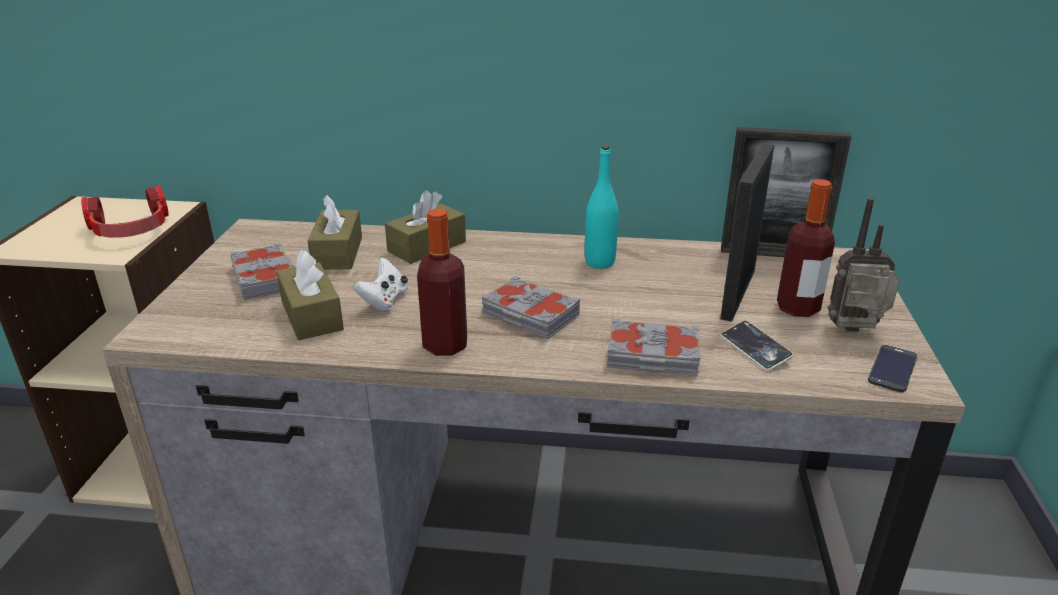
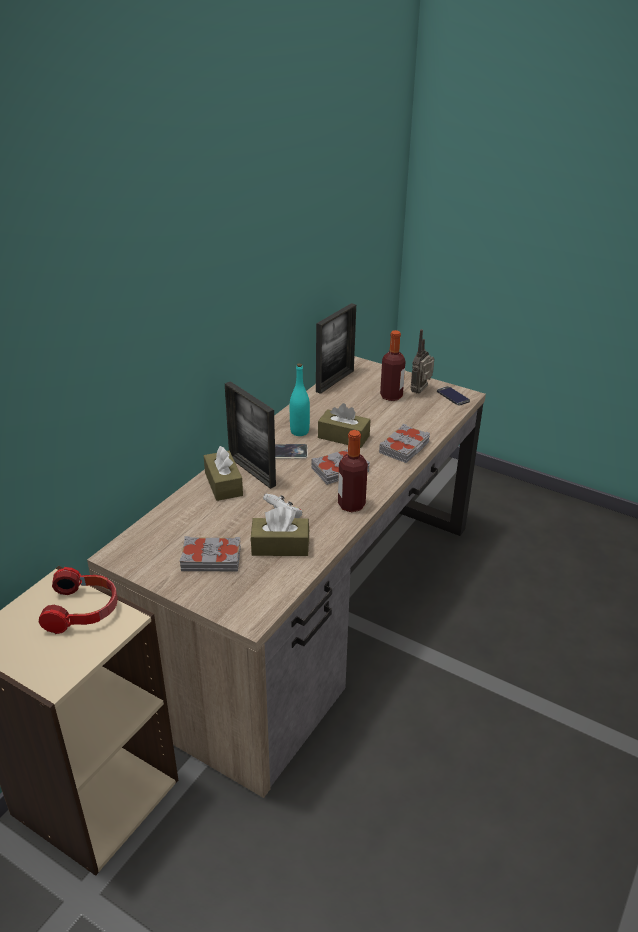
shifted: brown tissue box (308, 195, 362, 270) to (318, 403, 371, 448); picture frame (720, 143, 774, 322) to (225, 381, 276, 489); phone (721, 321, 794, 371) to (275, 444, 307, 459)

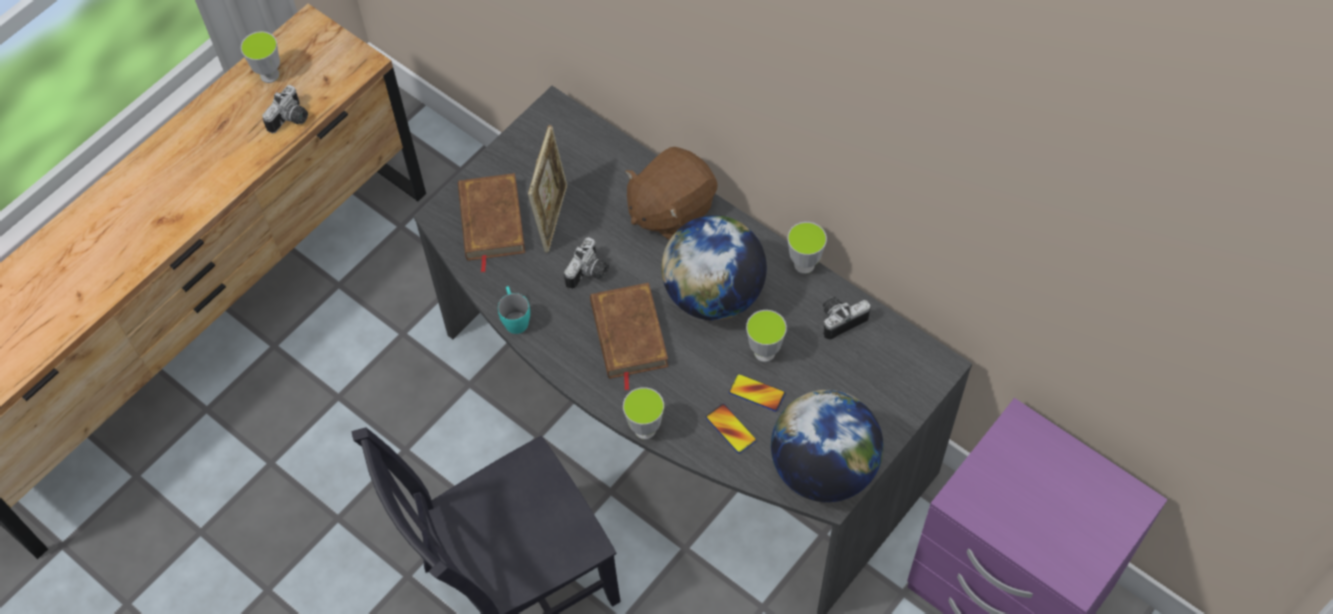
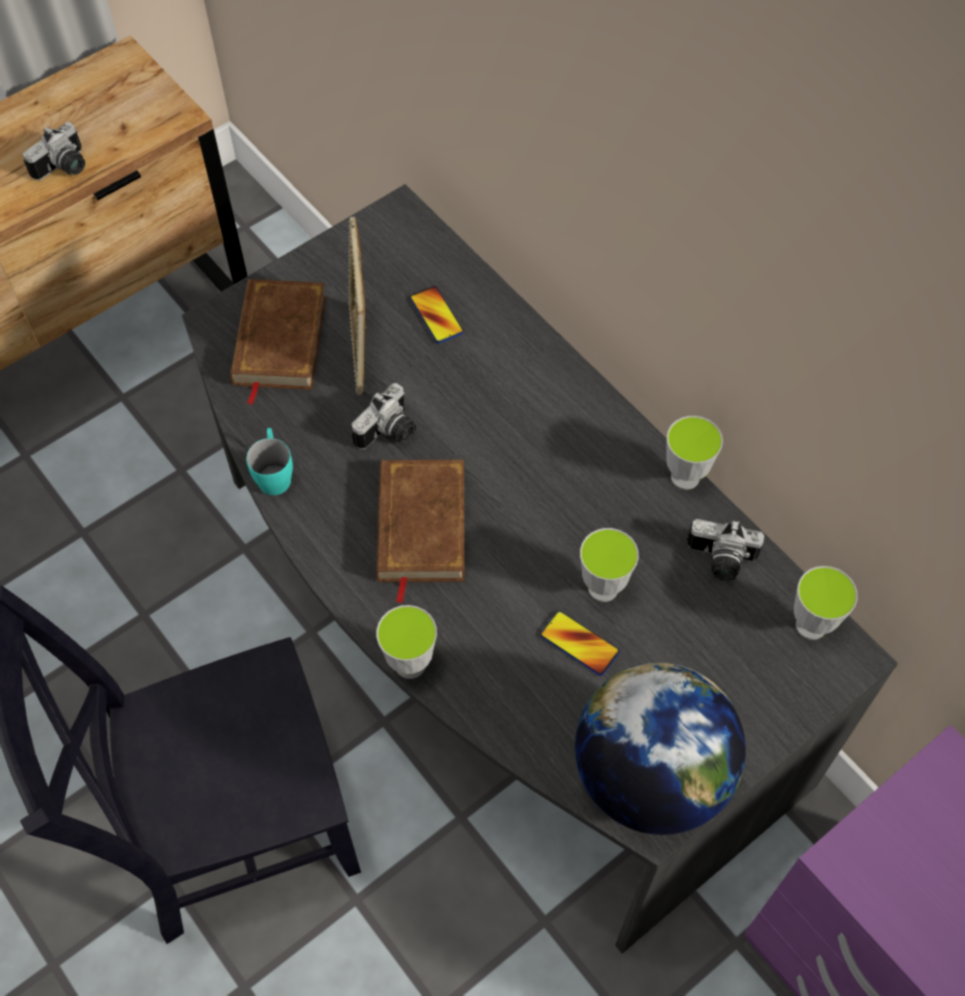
gone: brown plush toy (625, 147, 718, 240); globe (661, 215, 767, 321)
shifted: cup (241, 31, 280, 83) to (794, 566, 858, 640); phone (706, 404, 757, 454) to (410, 286, 464, 343)
rotated: picture frame (528, 125, 567, 253) = (348, 217, 366, 395) 150 degrees clockwise; photo camera (823, 297, 871, 340) = (687, 519, 764, 581) 150 degrees counterclockwise

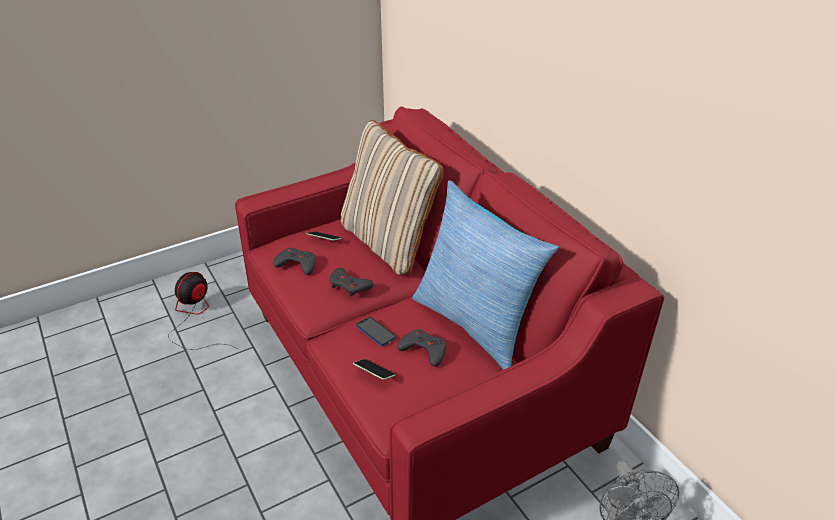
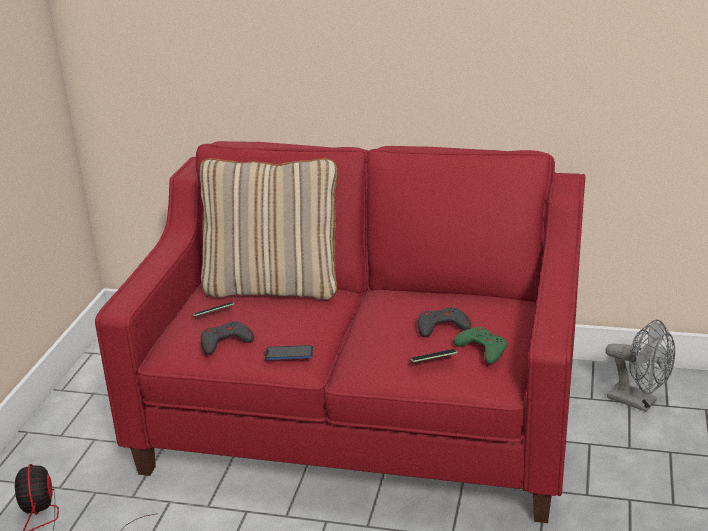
gone: grey game controller (329, 268, 374, 296); pillow (412, 180, 559, 370)
new: green game controller (453, 326, 507, 364)
shifted: phone (356, 317, 396, 346) to (265, 345, 313, 360)

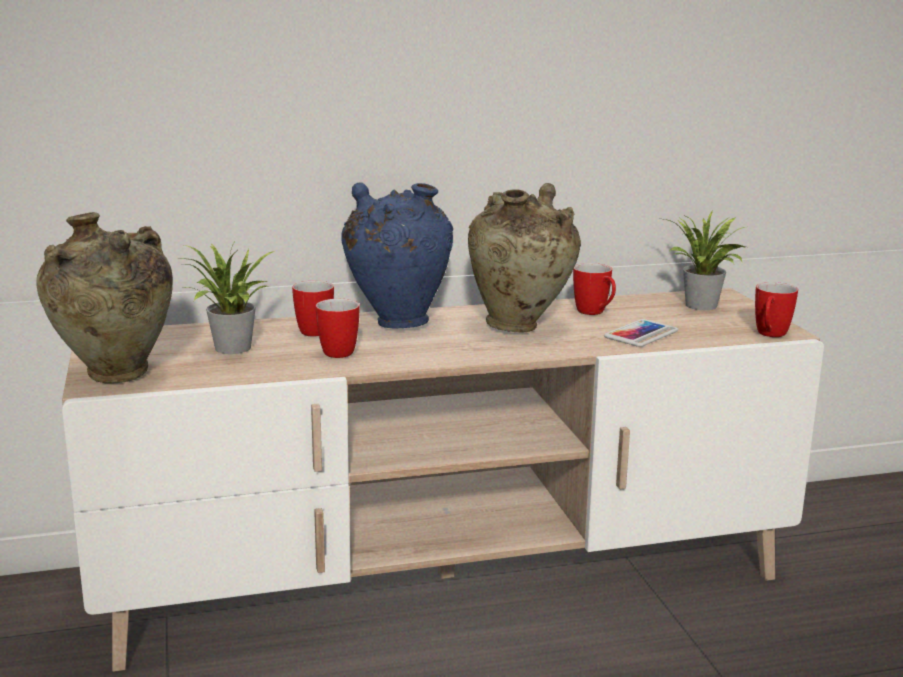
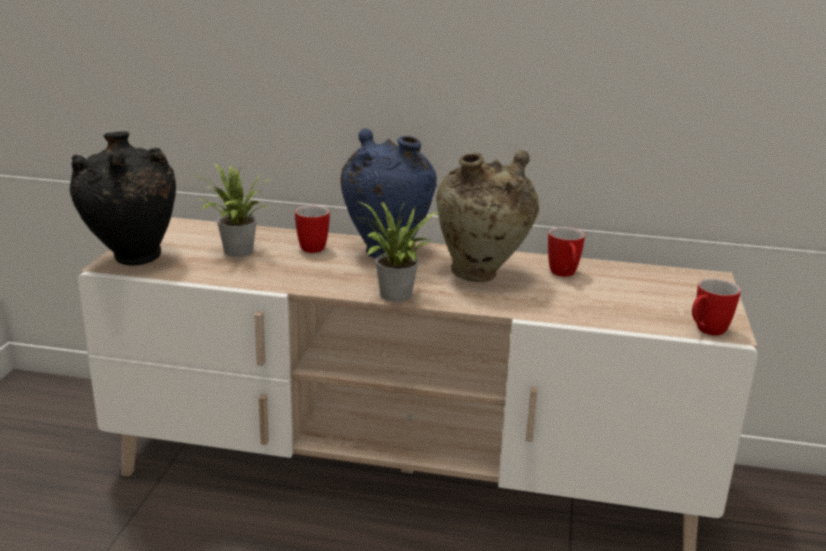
gone: mug (316, 299, 360, 358); phone (604, 319, 678, 347)
shifted: potted plant (658, 209, 746, 310) to (354, 202, 439, 302)
repainted: beige vase (36, 212, 173, 383) to black vase (70, 131, 176, 265)

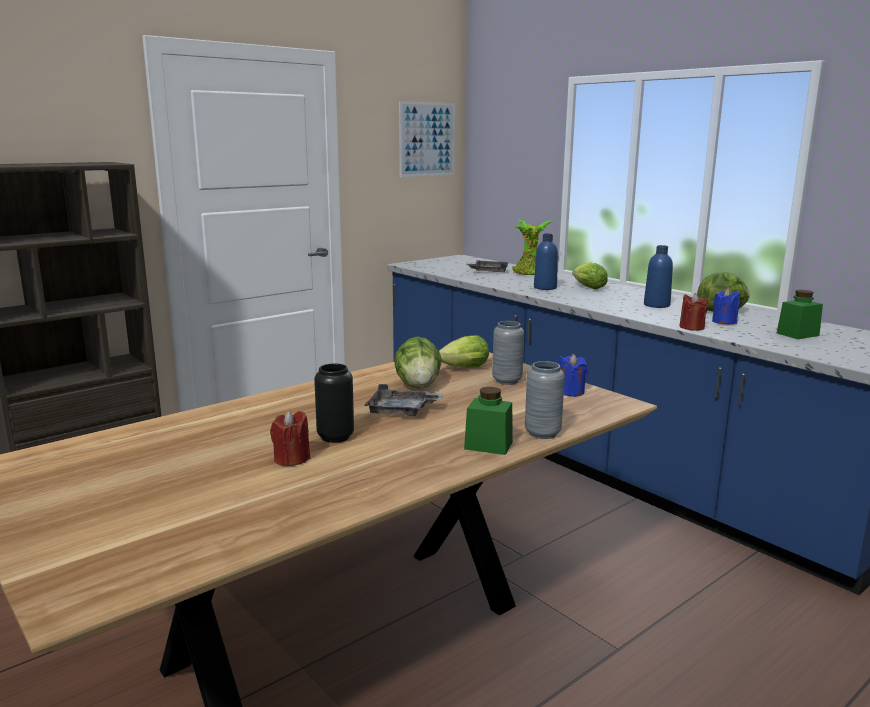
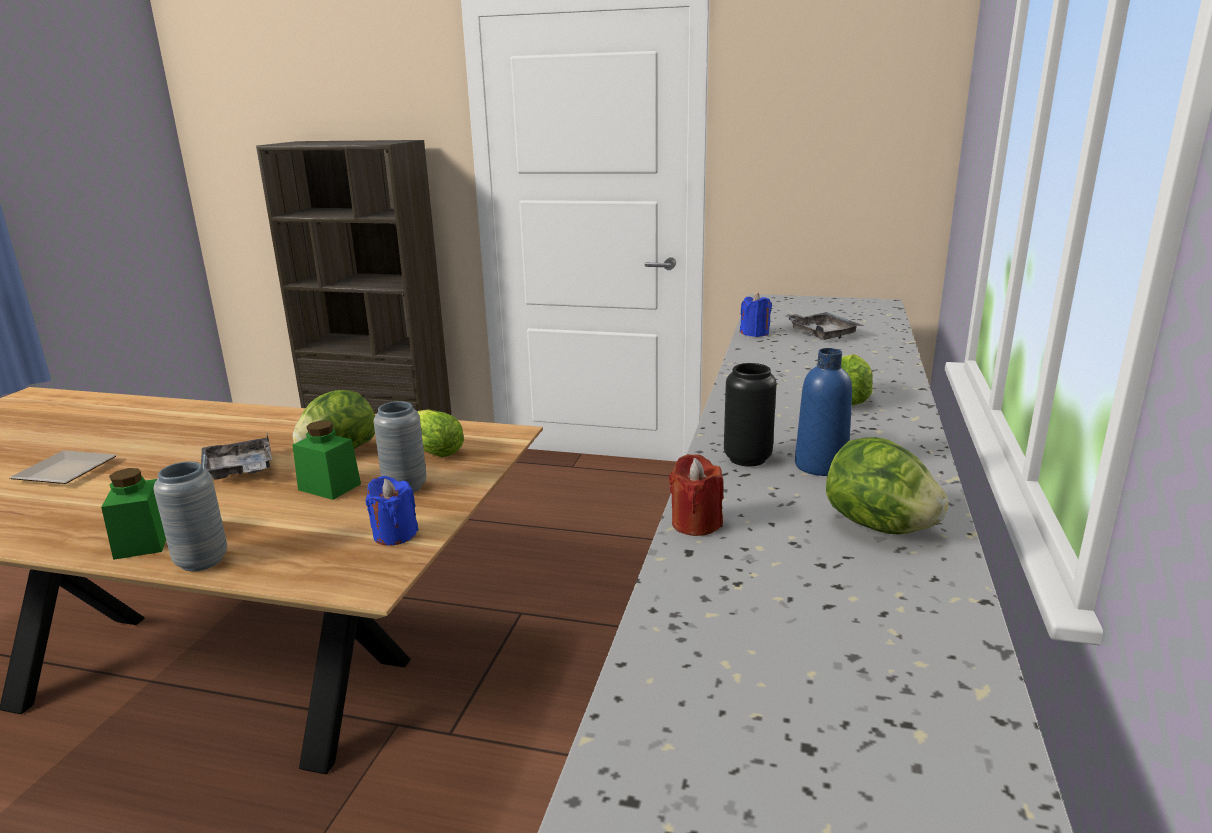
gone: picture (399, 101, 455, 177); potted plant (512, 220, 553, 275); blue bottle (534, 234, 558, 290)
shifted: black vase (314, 364, 354, 443) to (724, 363, 777, 466); blue candle (712, 288, 740, 324) to (740, 293, 772, 337); green jar (777, 290, 823, 339) to (292, 421, 361, 500)
swapped: red candle (270, 411, 310, 467) to plate (9, 450, 117, 484)

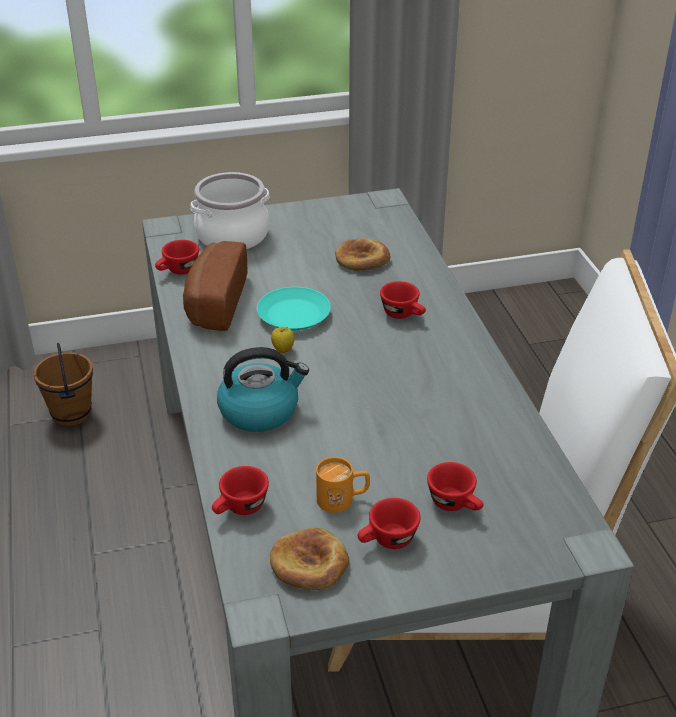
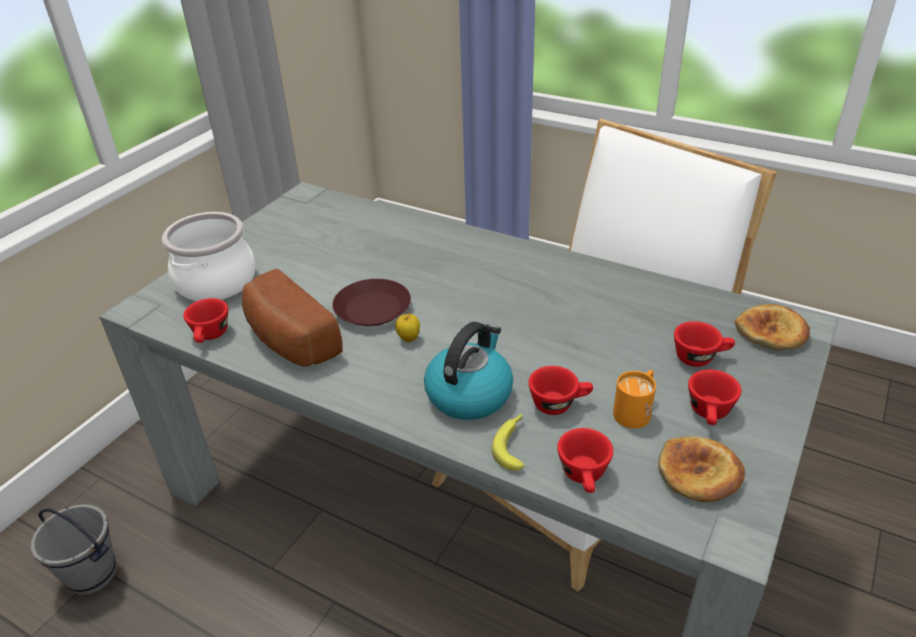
new: banana (492, 413, 525, 471)
shifted: bread (335, 238, 390, 271) to (735, 304, 810, 350); red cup (380, 281, 426, 319) to (528, 366, 593, 415)
repainted: brown bucket (33, 343, 93, 426) to grey bucket (31, 504, 116, 595); turquoise plate (257, 287, 331, 331) to brown plate (332, 279, 411, 326)

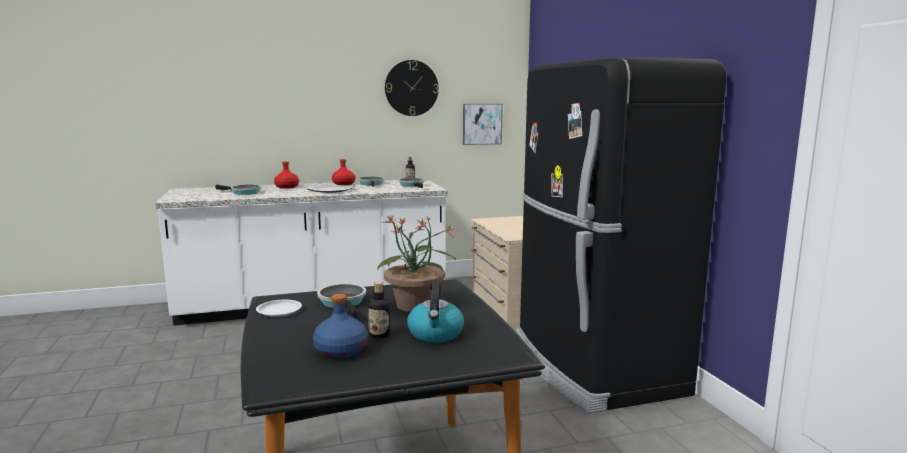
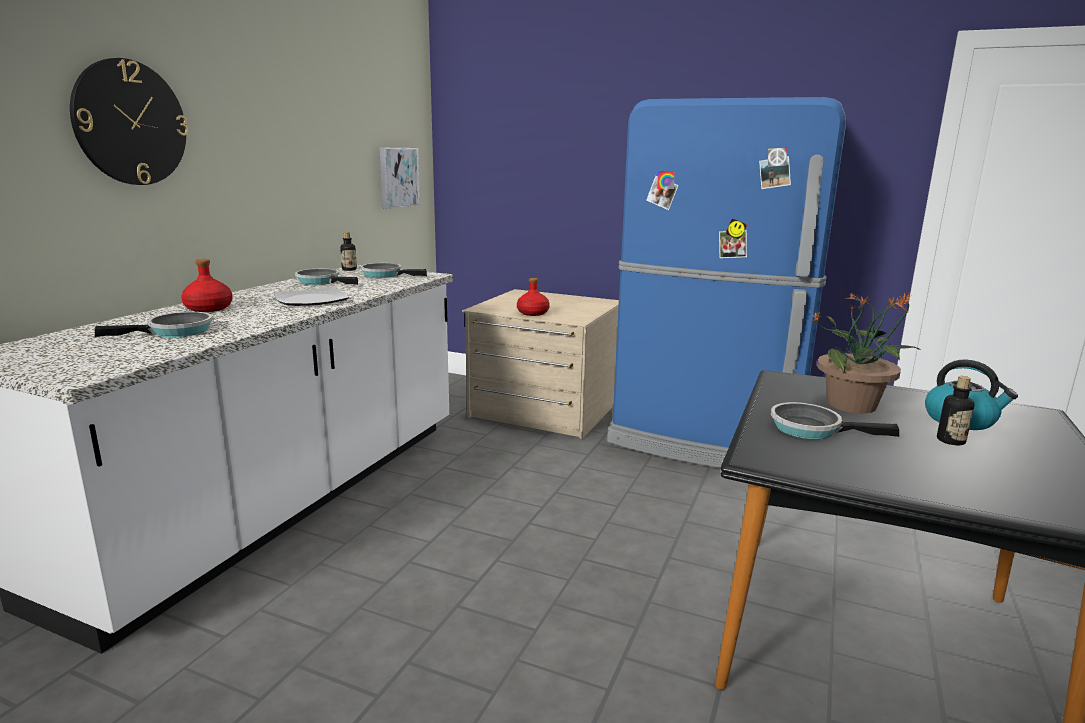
gone: white plate (256, 300, 302, 317); blue bottle (313, 293, 368, 358)
shifted: red bottle (332, 159, 355, 185) to (517, 278, 550, 316); wall clock (385, 60, 439, 116) to (70, 58, 188, 185)
repainted: black fridge (516, 57, 726, 413) to blue fridge (607, 97, 846, 468)

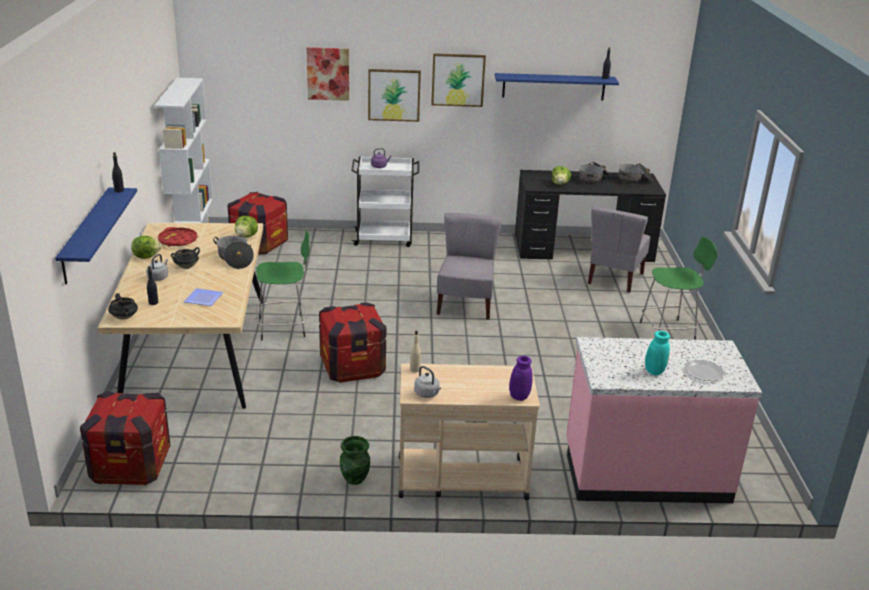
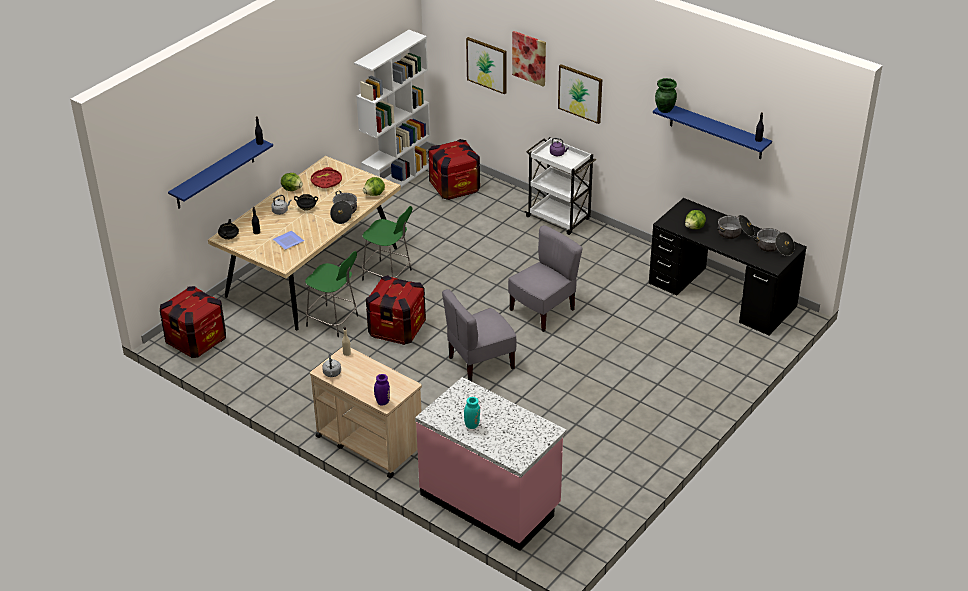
gone: plate (684, 360, 725, 381)
shifted: green vase (340, 436, 370, 485) to (655, 78, 677, 113); picture (431, 53, 486, 107) to (466, 37, 507, 94); grey chair (588, 207, 650, 293) to (442, 289, 517, 382); green stool (640, 237, 717, 340) to (305, 251, 358, 337)

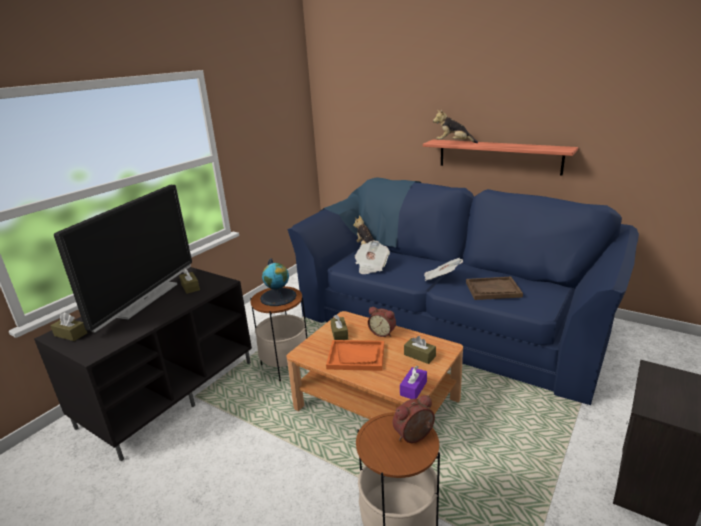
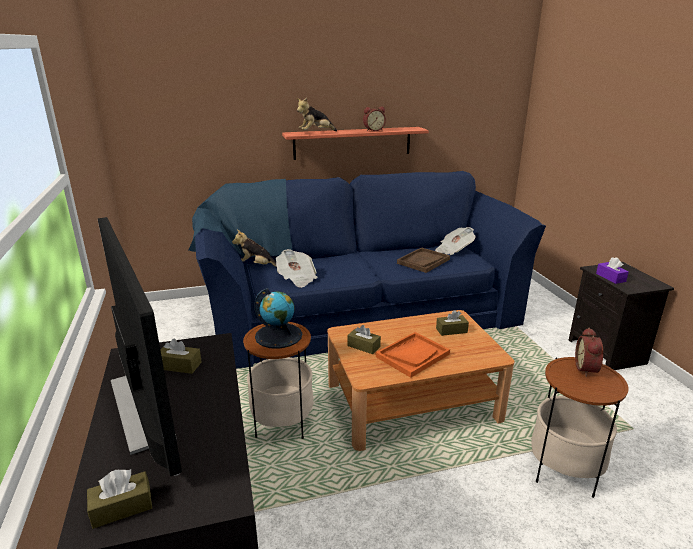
shifted: alarm clock (368, 307, 396, 337) to (363, 107, 386, 131); purple tissue box (400, 366, 427, 399) to (596, 257, 629, 284); newspaper (424, 258, 463, 281) to (435, 227, 475, 255)

